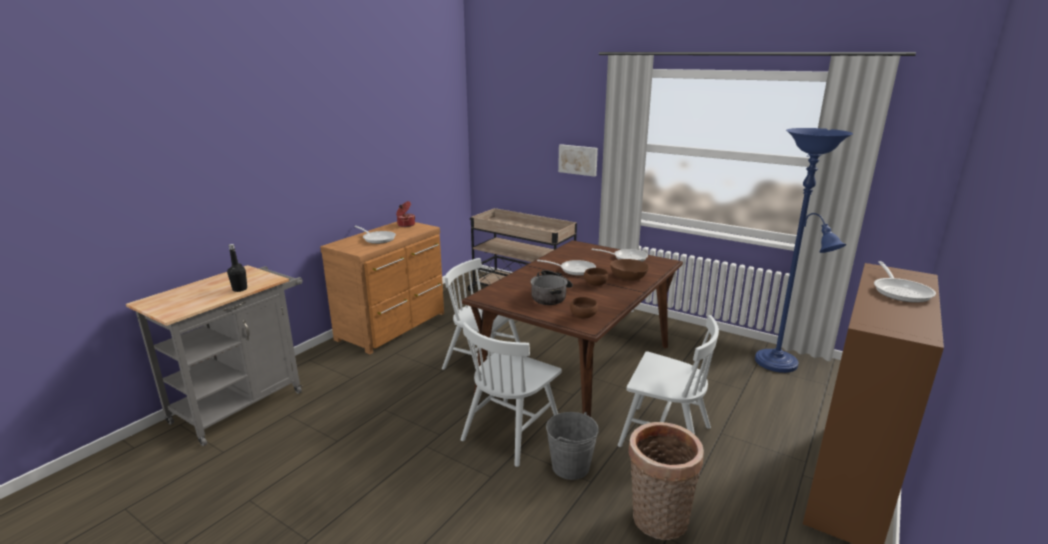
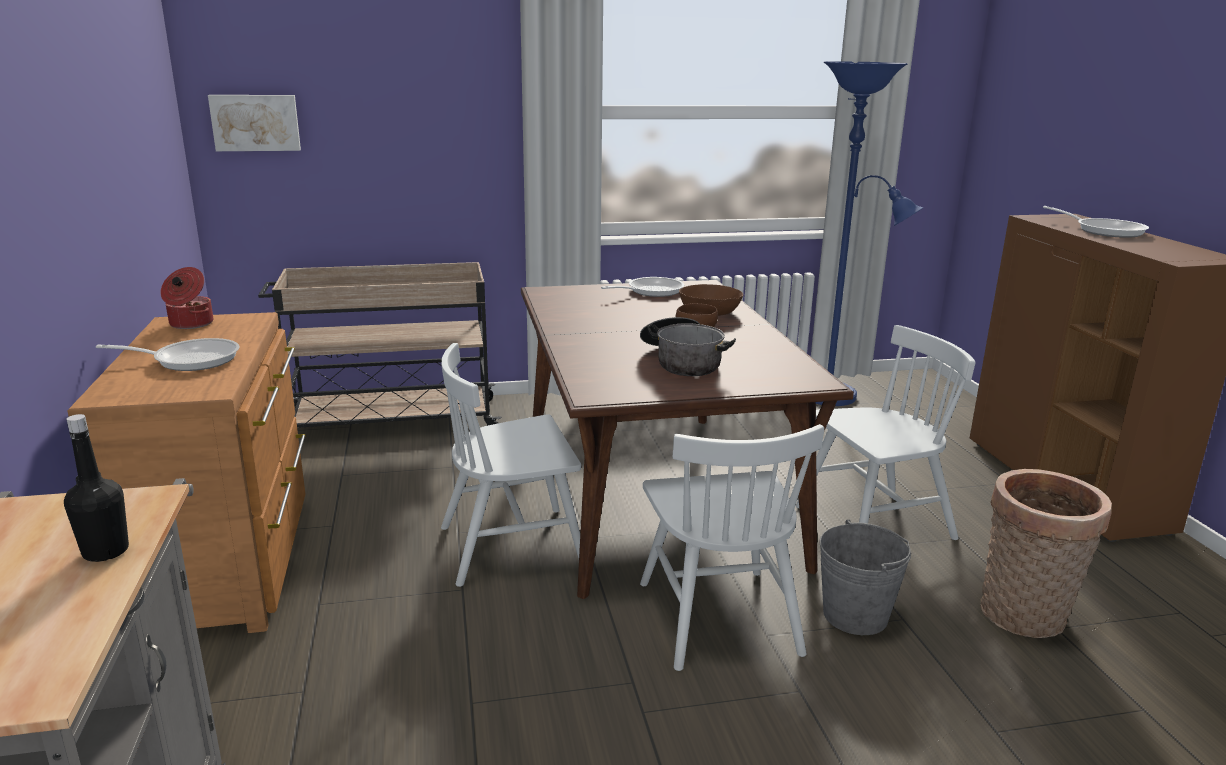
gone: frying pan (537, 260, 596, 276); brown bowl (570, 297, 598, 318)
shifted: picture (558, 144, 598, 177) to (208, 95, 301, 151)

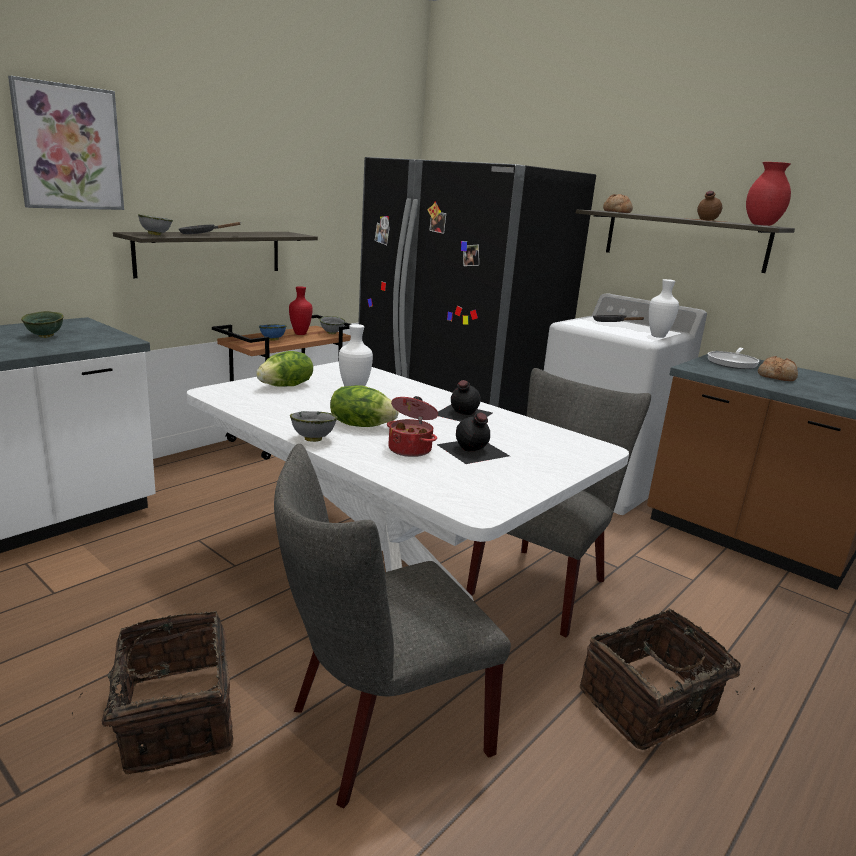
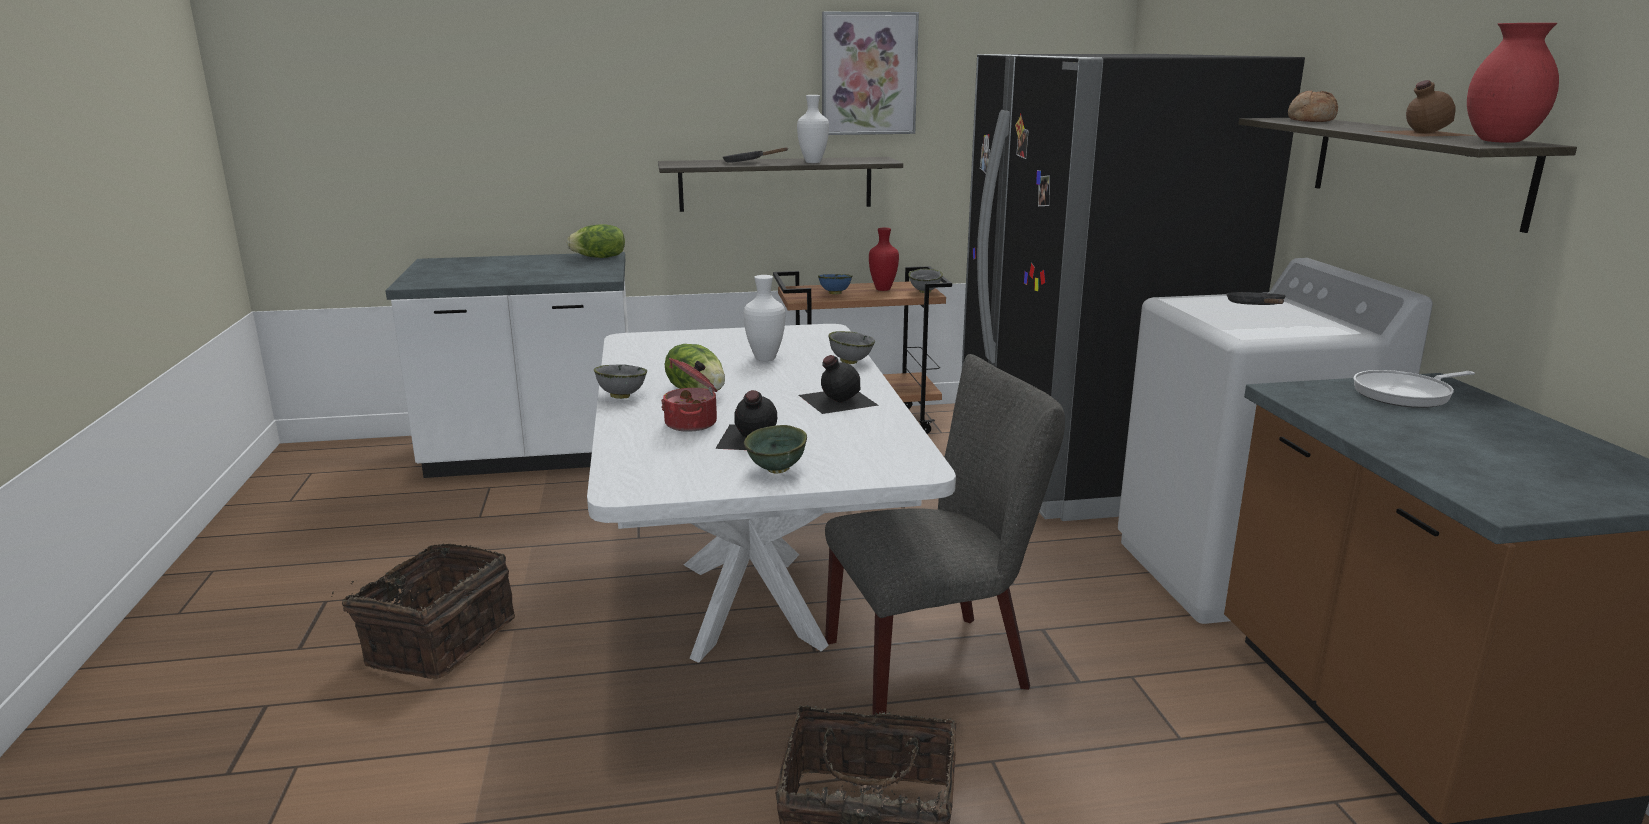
gone: grey chair (274, 444, 511, 809); bread (758, 356, 798, 381)
shifted: picture (8, 76, 124, 210) to (822, 12, 919, 135); green bowl (21, 311, 64, 338) to (744, 425, 807, 474); grey bowl (138, 214, 173, 236) to (828, 331, 875, 364); lettuce (256, 351, 313, 387) to (567, 224, 625, 258); white vase (649, 279, 679, 338) to (797, 95, 829, 163)

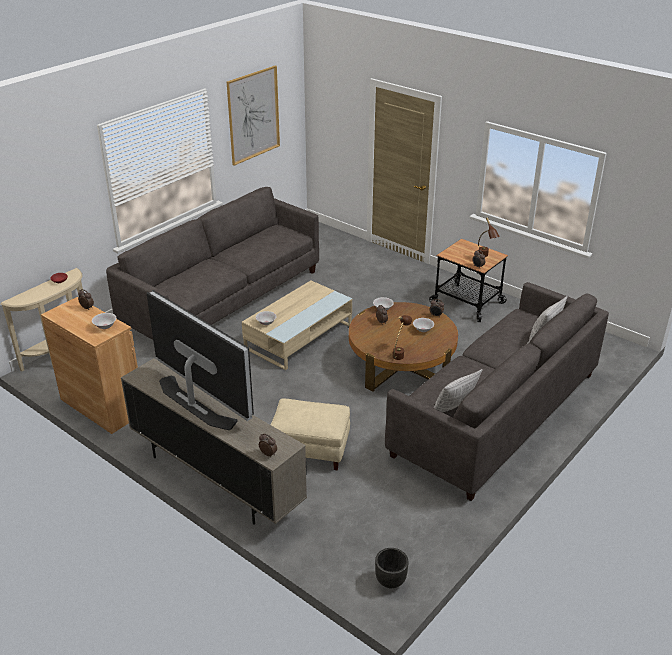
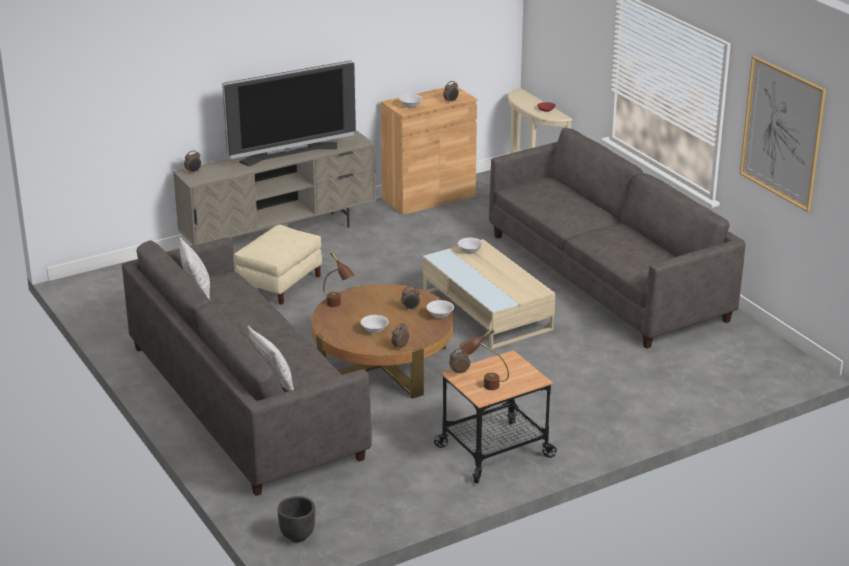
shifted: black planter (375, 548, 409, 588) to (277, 496, 315, 542)

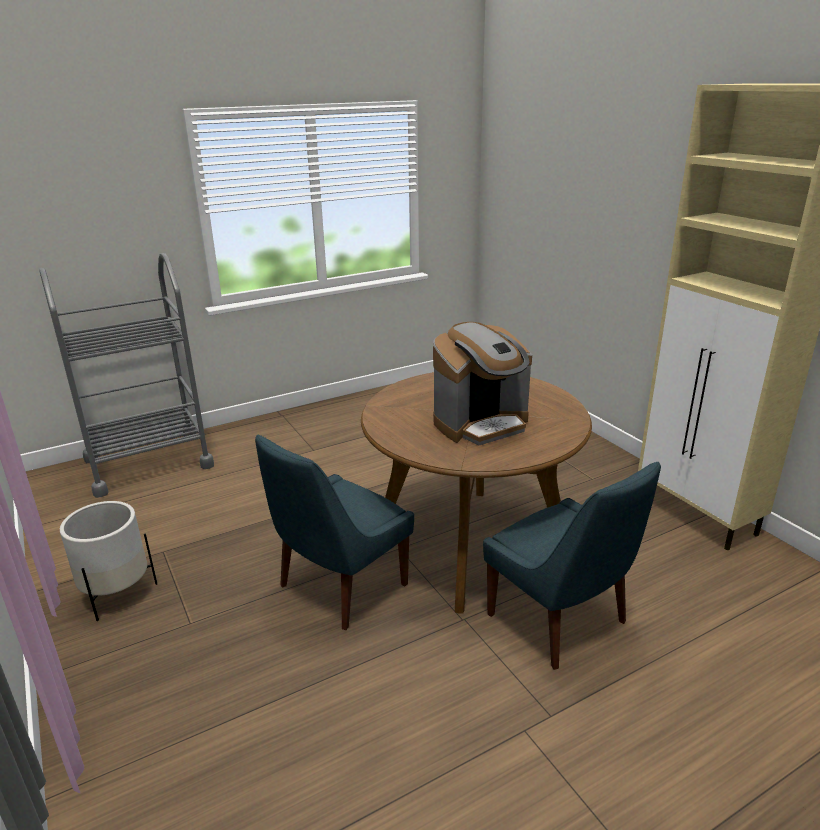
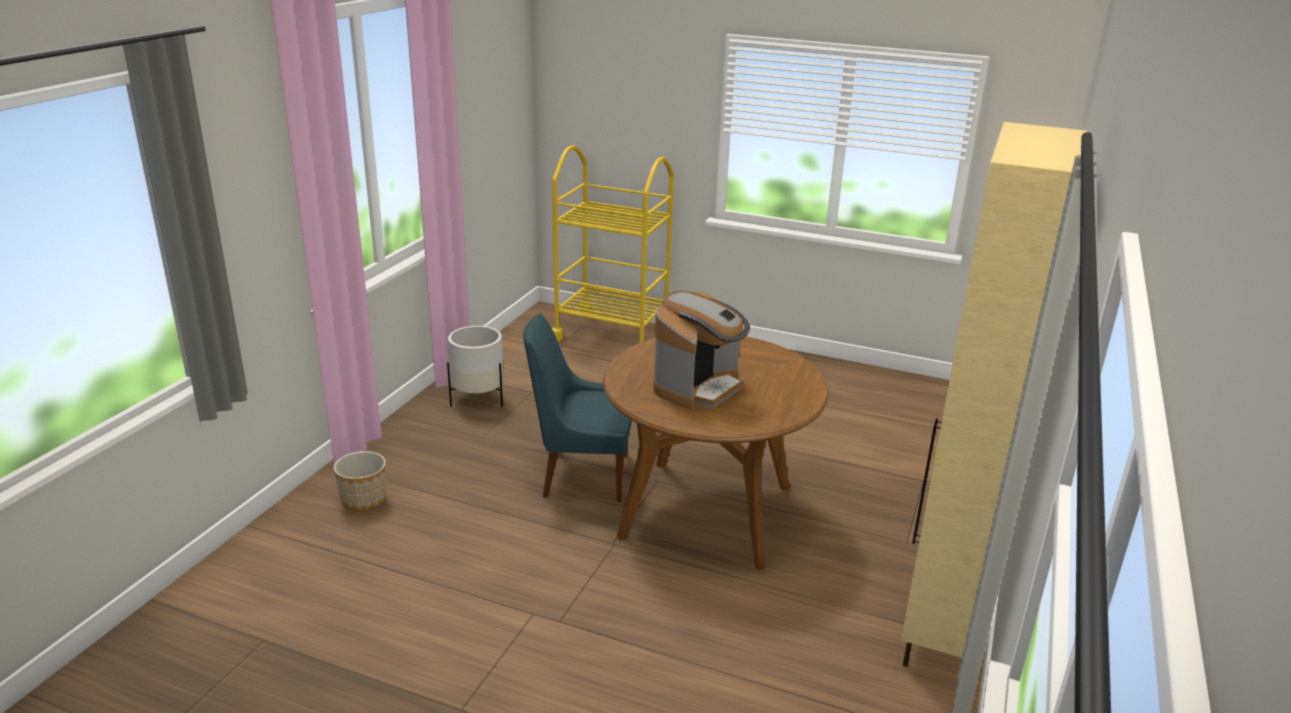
gone: blue chair (483, 462, 661, 670)
new: planter (334, 451, 387, 511)
repainted: grey cart (39, 253, 214, 498) to yellow cart (552, 145, 674, 343)
rotated: coffee machine (433, 322, 532, 445) = (653, 291, 750, 409) 75 degrees counterclockwise

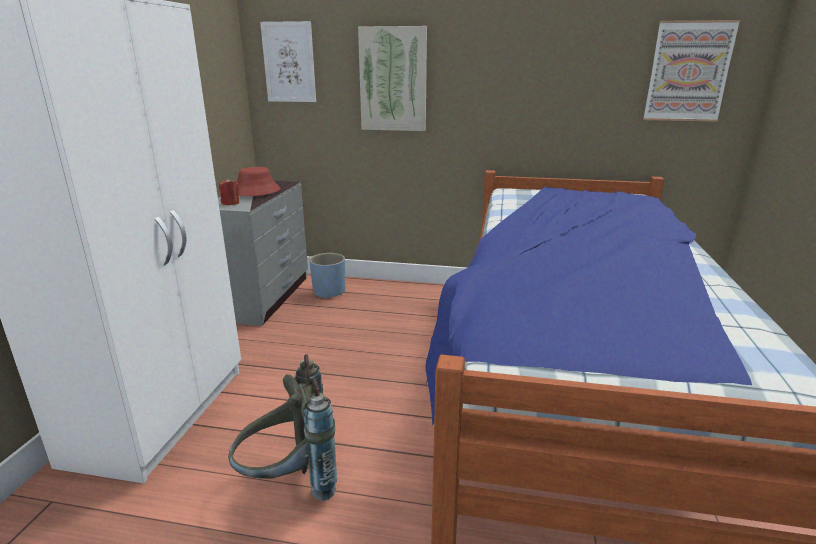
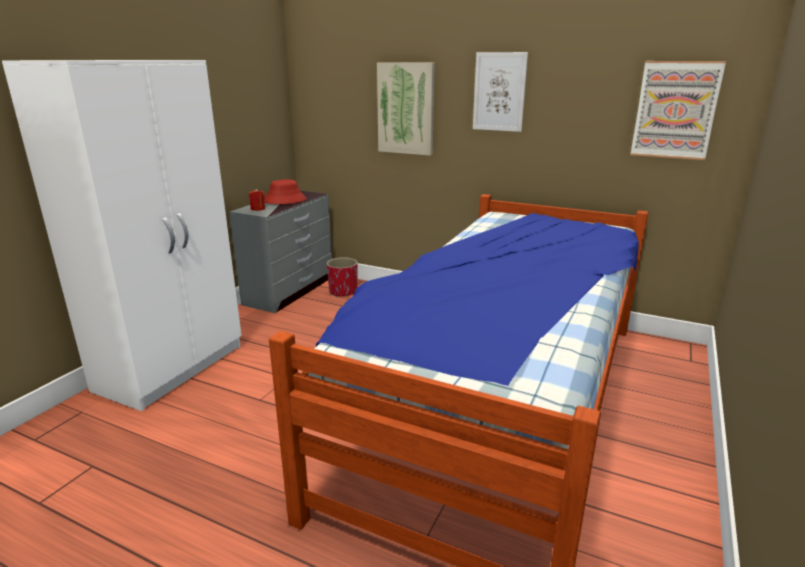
gone: grey backpack (228, 354, 337, 501)
shifted: picture (260, 21, 316, 102) to (473, 52, 528, 132)
repainted: blue planter (309, 253, 345, 299) to red planter (327, 257, 358, 297)

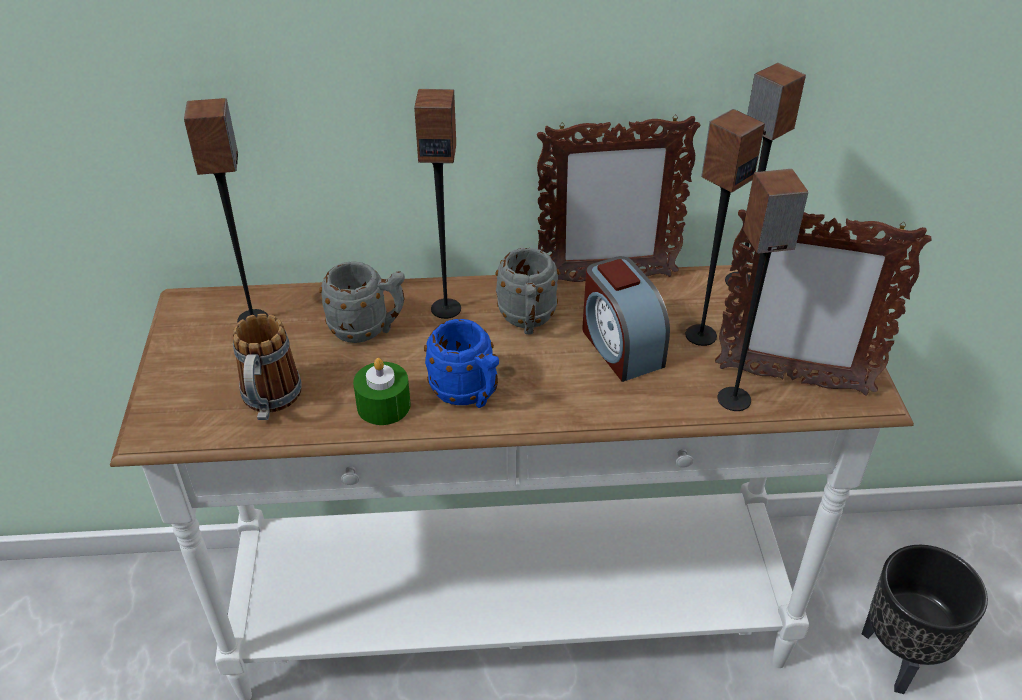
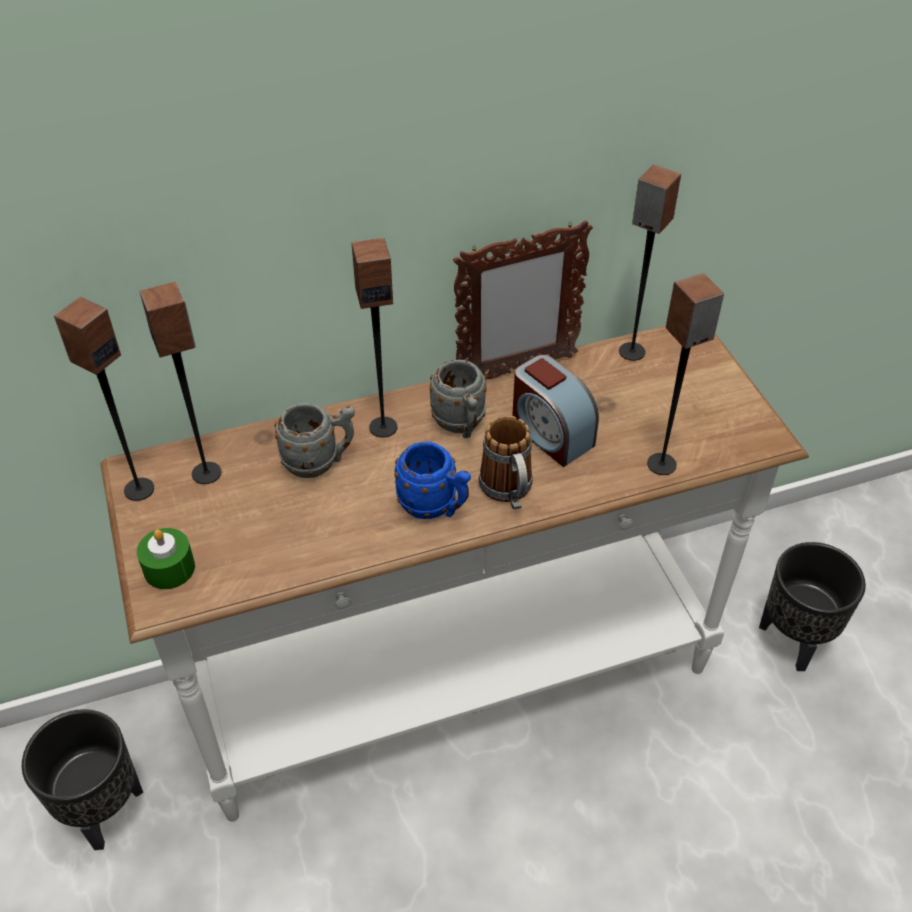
gone: picture frame (715, 209, 931, 396)
new: black planter (22, 709, 143, 850)
shifted: mug (233, 313, 302, 420) to (479, 416, 533, 509); green candle (353, 358, 411, 425) to (137, 528, 195, 589); speaker (686, 109, 765, 346) to (54, 297, 154, 501)

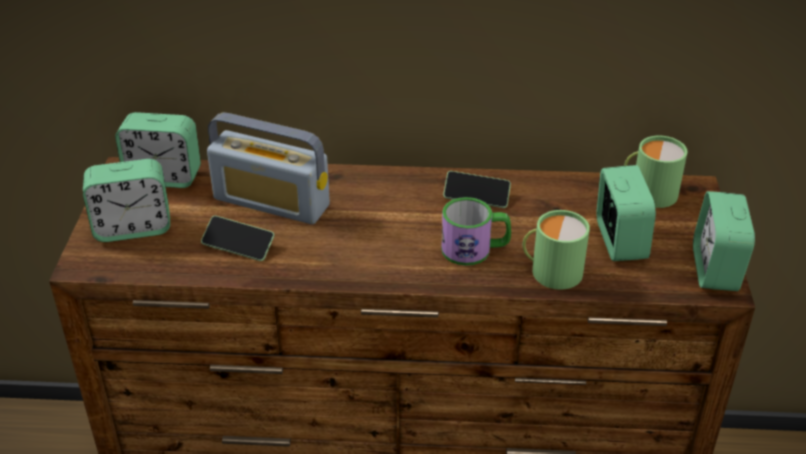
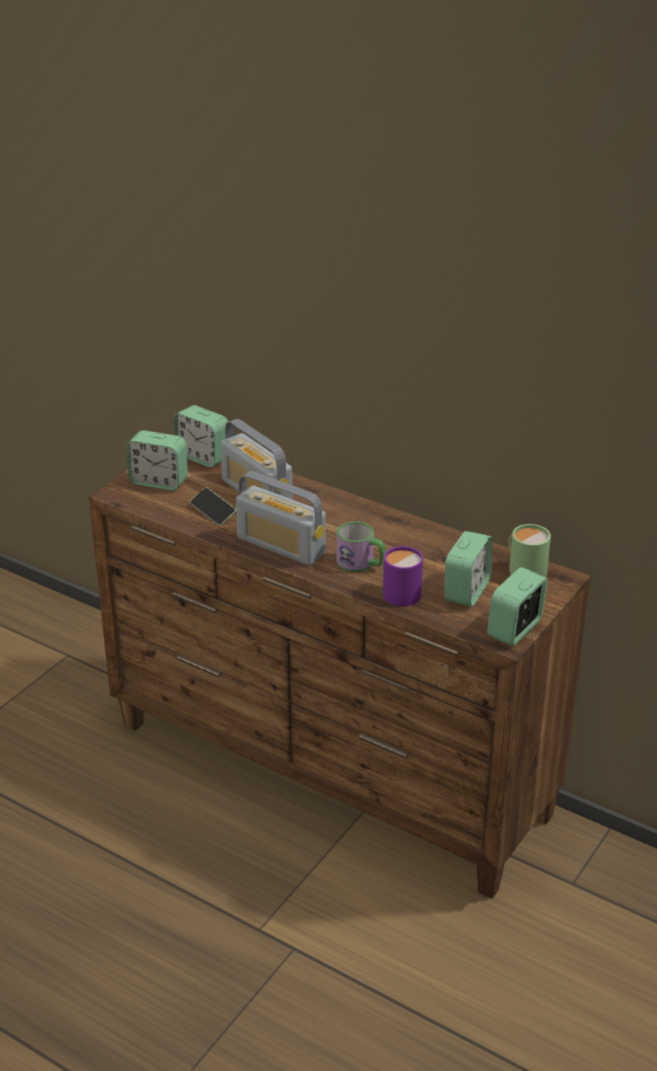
gone: phone (443, 171, 511, 208)
new: radio (236, 471, 326, 566)
repainted: green mug (523, 210, 590, 290) to purple mug (382, 546, 424, 606)

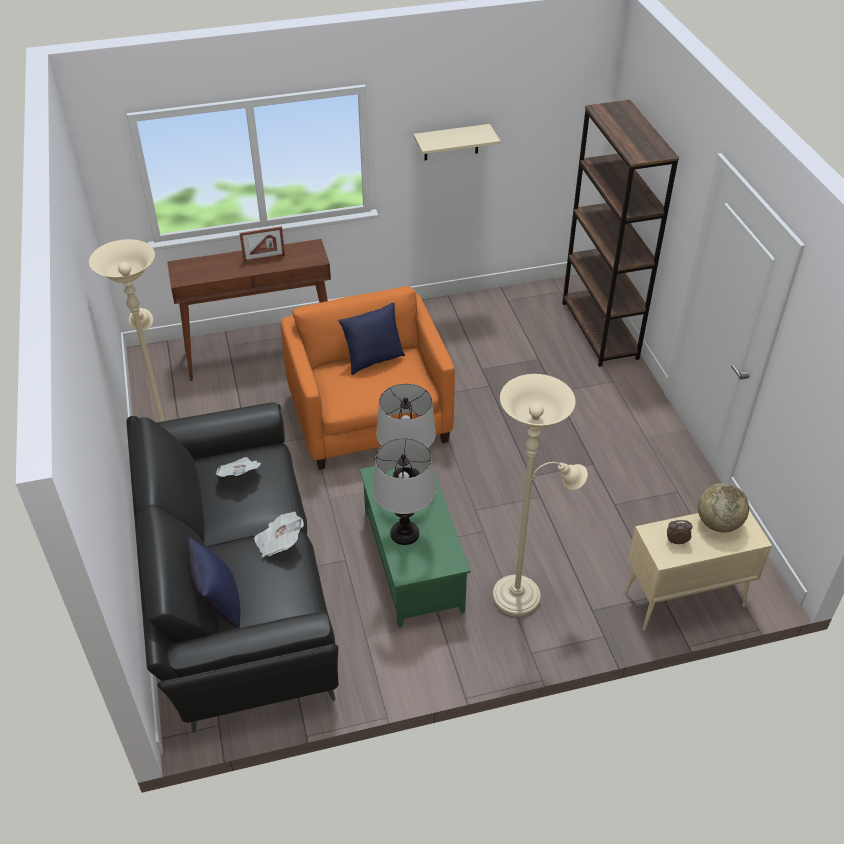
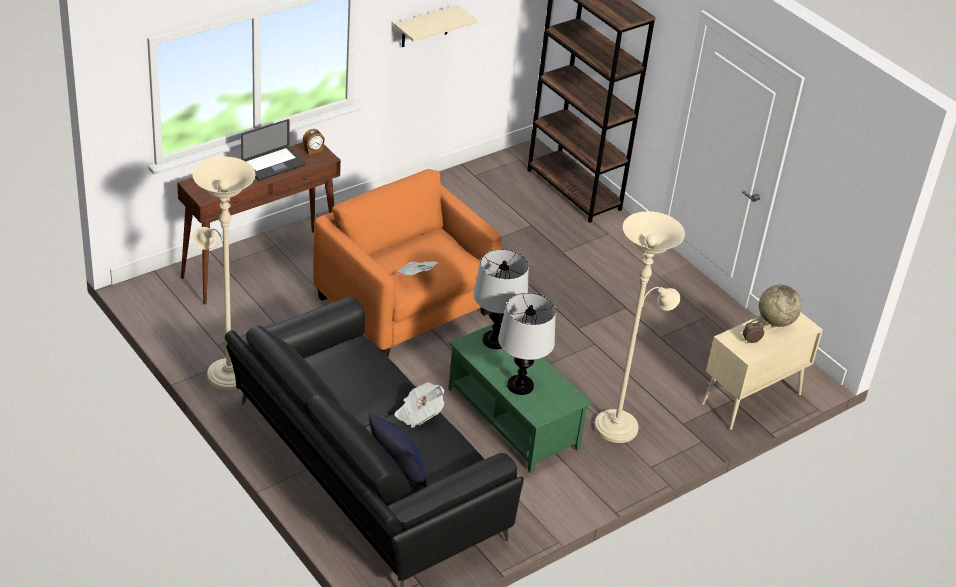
gone: blue pillow (338, 302, 405, 375)
new: alarm clock (303, 129, 325, 155)
shifted: newspaper (216, 457, 262, 477) to (395, 261, 438, 275)
swapped: picture frame (239, 226, 285, 263) to laptop (241, 119, 306, 181)

